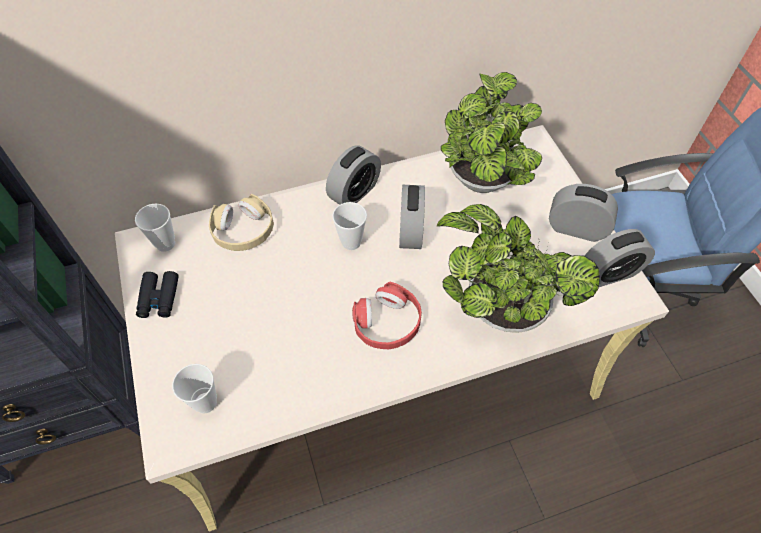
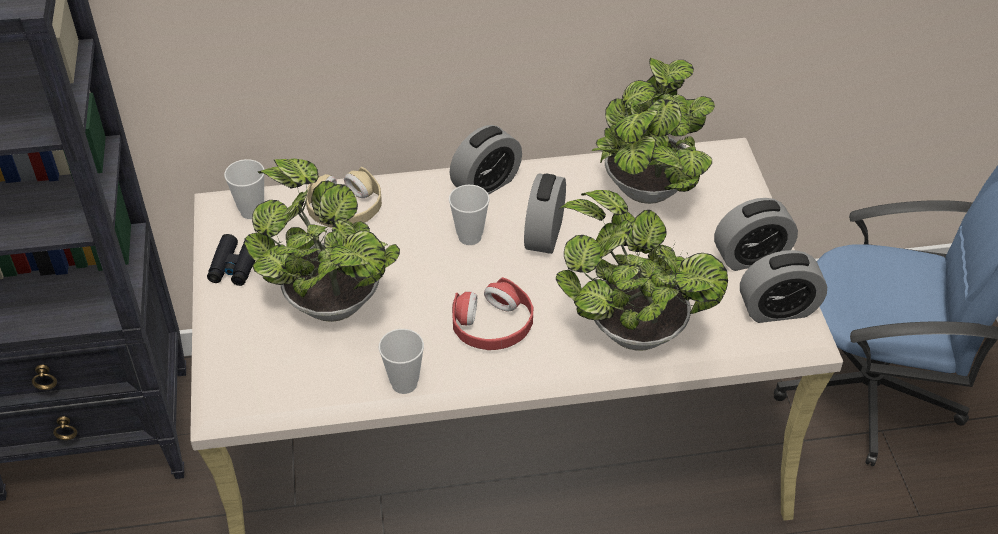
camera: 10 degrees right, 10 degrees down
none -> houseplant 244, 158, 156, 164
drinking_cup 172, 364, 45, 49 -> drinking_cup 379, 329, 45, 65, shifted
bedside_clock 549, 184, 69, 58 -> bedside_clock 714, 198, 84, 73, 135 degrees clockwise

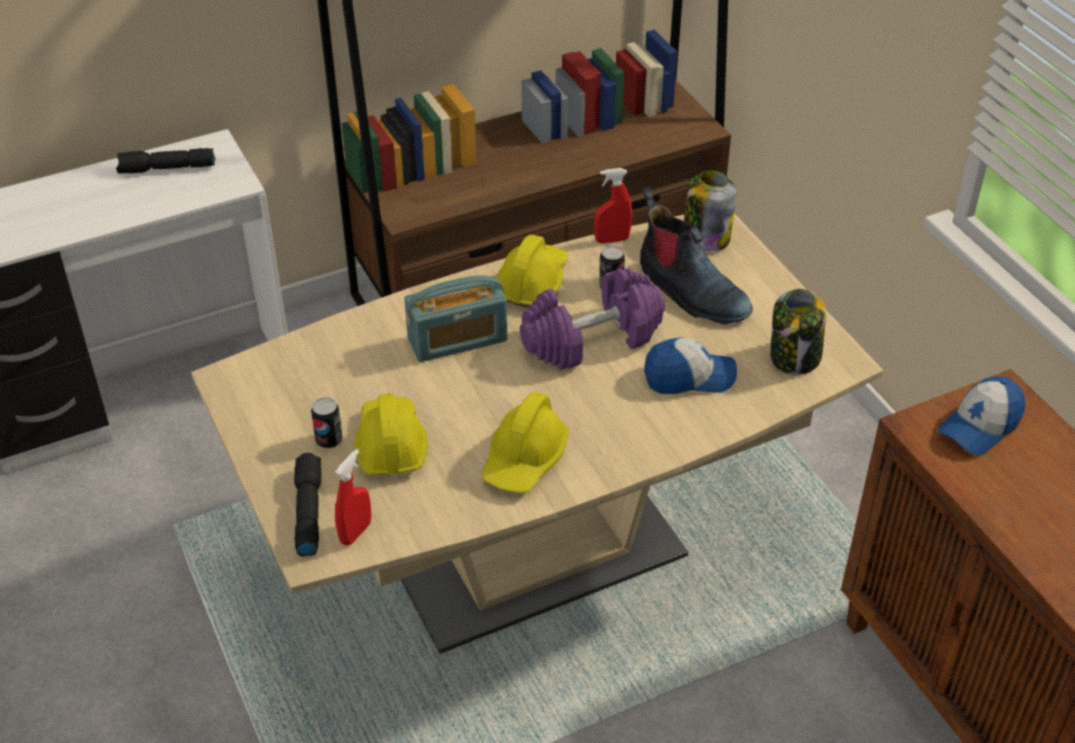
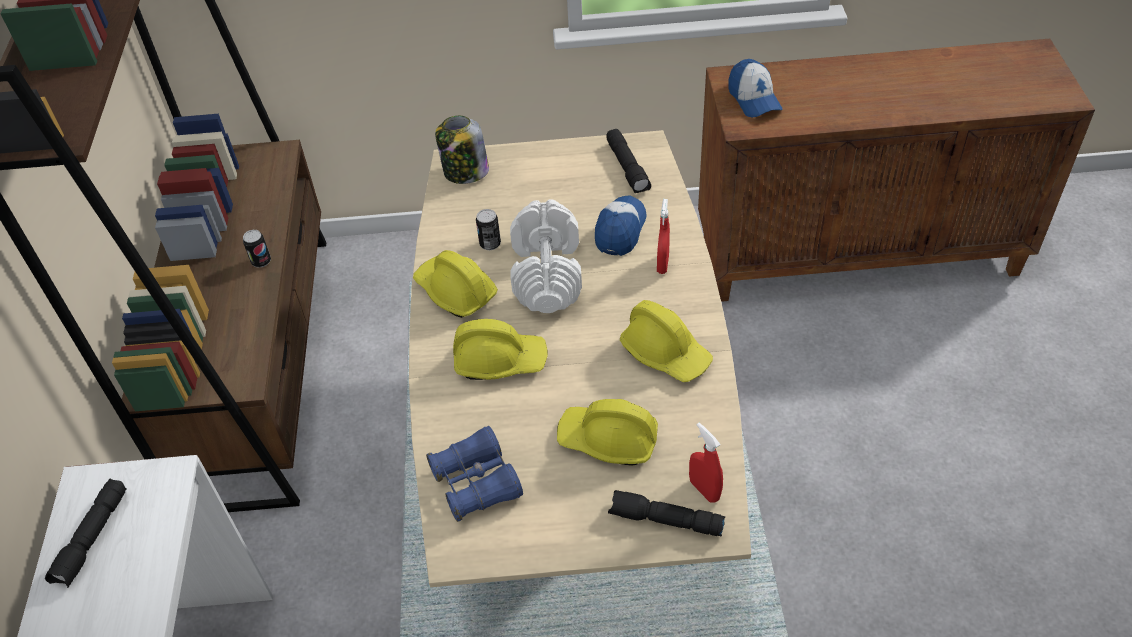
camera: 65 degrees left, 5 degrees up
metal_can 311, 397, 32, 52 -> metal_can 243, 230, 28, 38, shifted
none -> blue-coloured_pair_of_binoculars 426, 426, 97, 96
radio_set 404, 275, 103, 87 -> yellow-coloured_safety_helmet 453, 319, 95, 61
purplish_hand_weight 520, 268, 145, 102 -> whitish_hand_weight 510, 199, 72, 114
preserve_jar 771, 289, 55, 86 -> black_flashlight 606, 129, 45, 64
red-coloured_hand_sprayer 594, 168, 38, 76 -> red-coloured_hand_sprayer 657, 199, 13, 75, shifted
tall_boot 640, 187, 113, 138 -> none

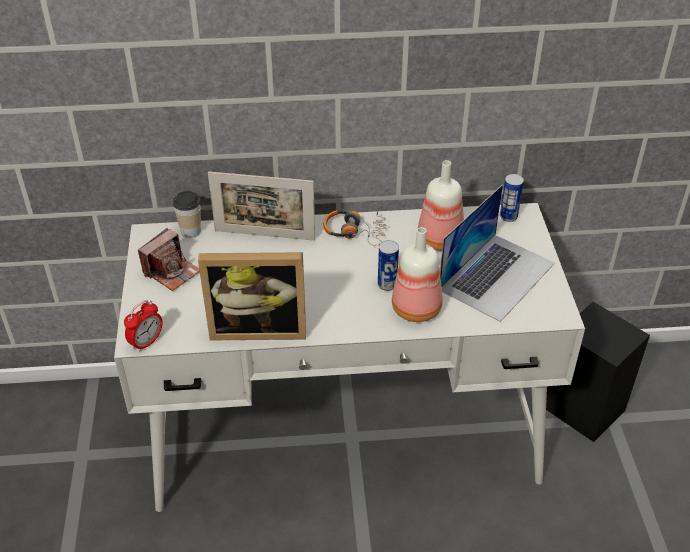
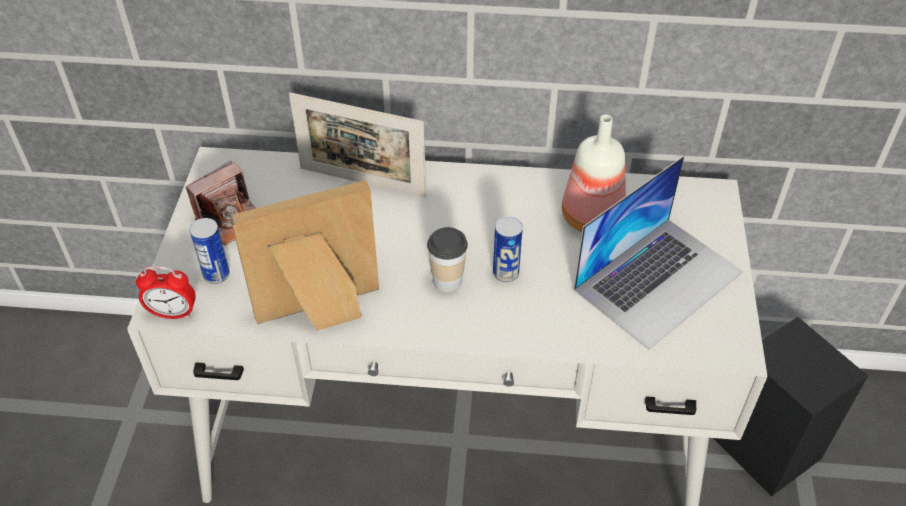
camera: 10 degrees right, 5 degrees up
bedside_clock 124, 300, 38, 52 -> bedside_clock 136, 266, 60, 53, 45 degrees clockwise
metal_can 500, 174, 24, 48 -> metal_can 190, 218, 40, 66, shifted
photo_frame 198, 252, 108, 88 -> photo_frame 230, 180, 149, 151, 150 degrees clockwise
drinking_cup 173, 191, 28, 47 -> drinking_cup 427, 227, 41, 65, shifted
headset 324, 210, 62, 36 -> none
beverage_bottle 392, 227, 50, 95 -> none

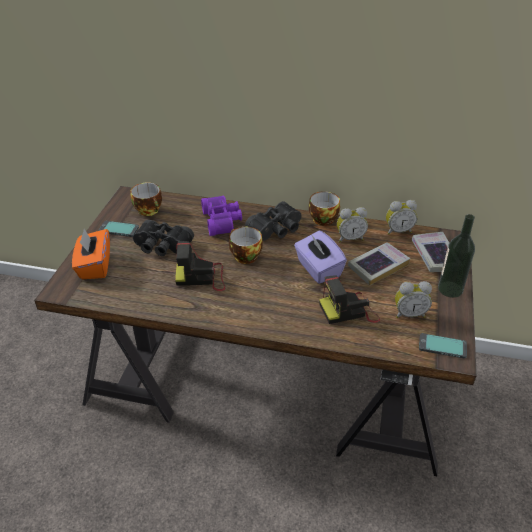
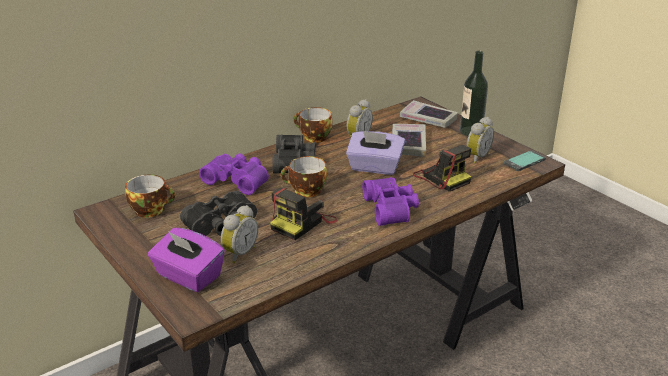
camera: 50 degrees left, 10 degrees down
orangey_box_of_tissues 72, 229, 38, 50 -> purplish_box_of_tissues 148, 228, 77, 64
bedside_clock 386, 200, 31, 35 -> bedside_clock 221, 205, 37, 59, shifted
none -> purplish_pair_of_binoculars 362, 177, 57, 49
still_camera 319, 275, 61, 49 -> still_camera 413, 145, 58, 47, 60 degrees counterclockwise
handset 98, 221, 41, 16 -> none

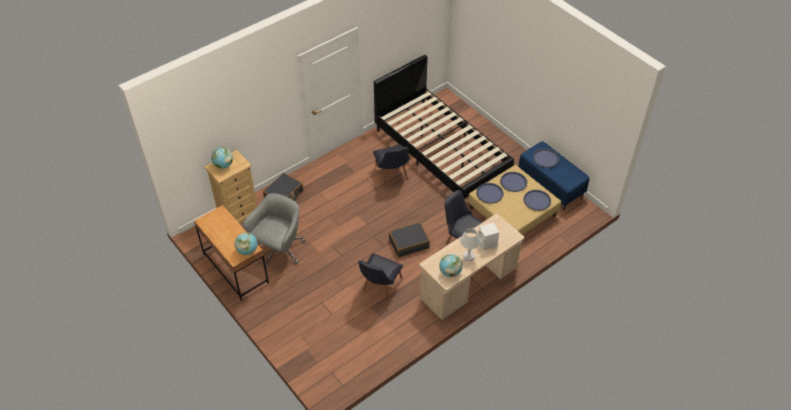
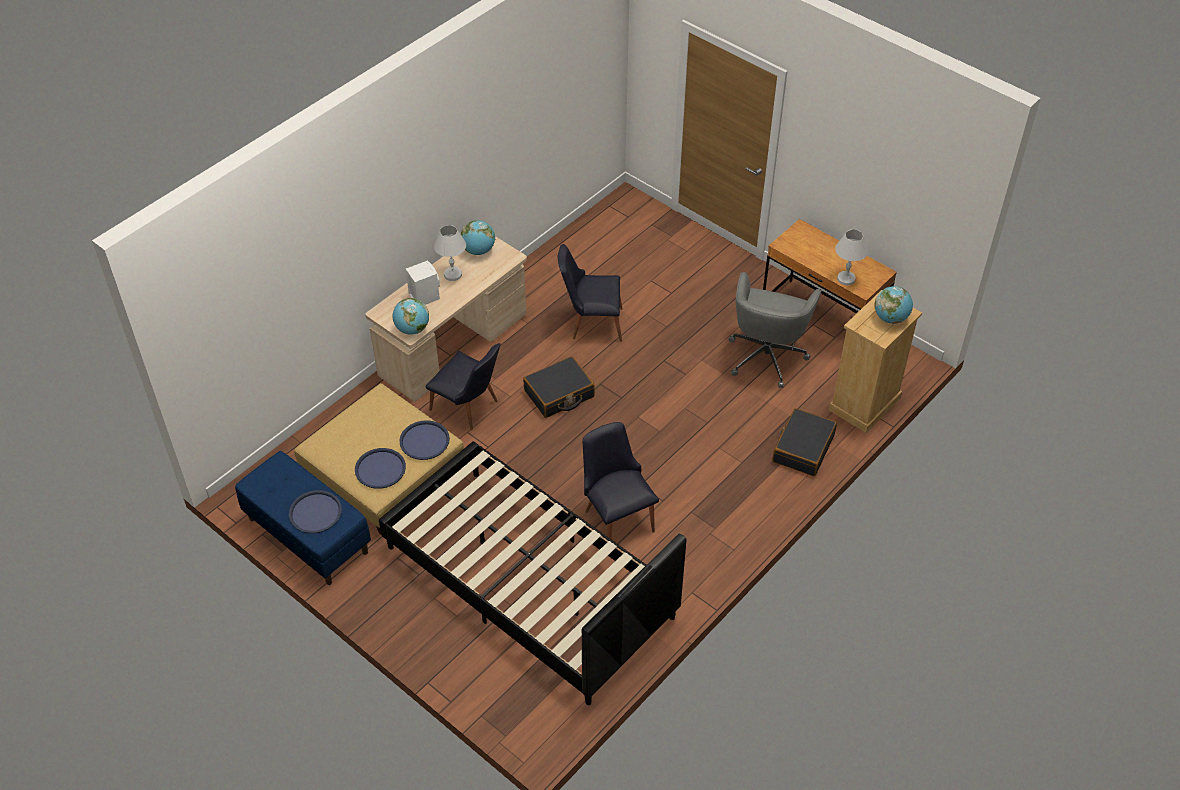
camera: 170 degrees right, 0 degrees up
world_globe 235, 232, 23, 23 -> world_globe 393, 298, 36, 37, shifted
black_chair 358, 253, 45, 48 -> black_chair 558, 244, 65, 98, 105 degrees counterclockwise
none -> whitish_lamp_for_a_table 835, 229, 33, 56
blue-coloured_serving_tray 523, 190, 28, 21 -> none

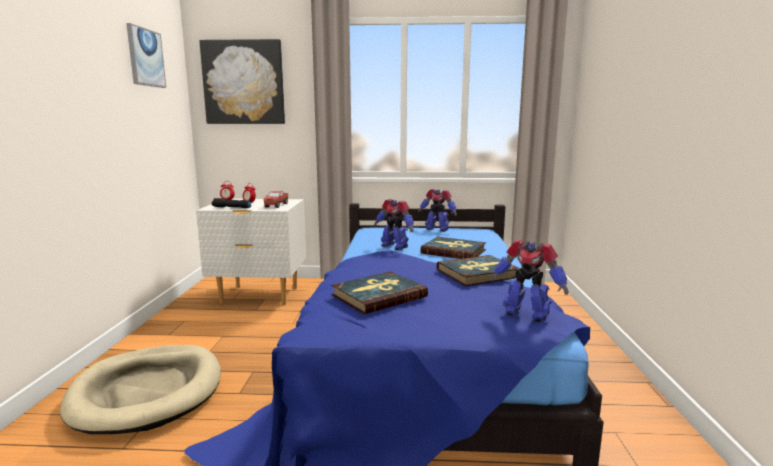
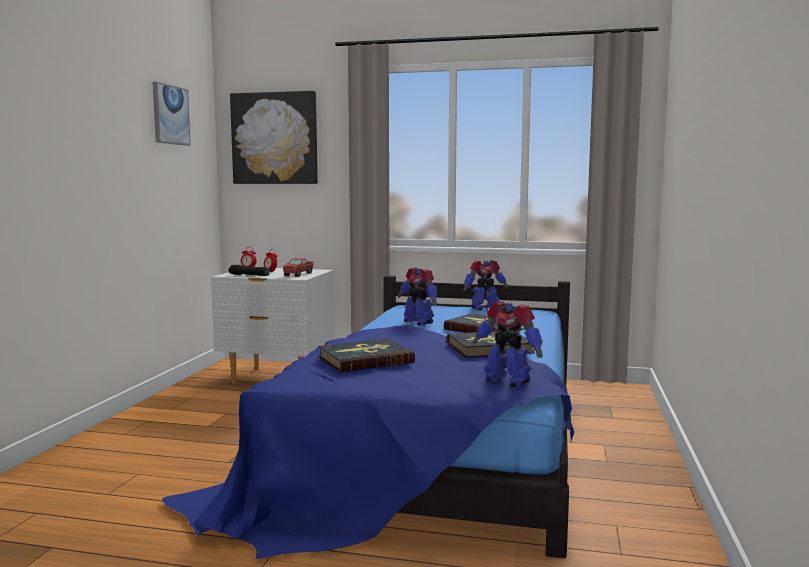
camera: 10 degrees right, 5 degrees down
model_robot 418, 189, 39, 43 -> model_robot 463, 260, 46, 51, 60 degrees counterclockwise
beige-coloured_dog_cushion 60, 345, 161, 89 -> none

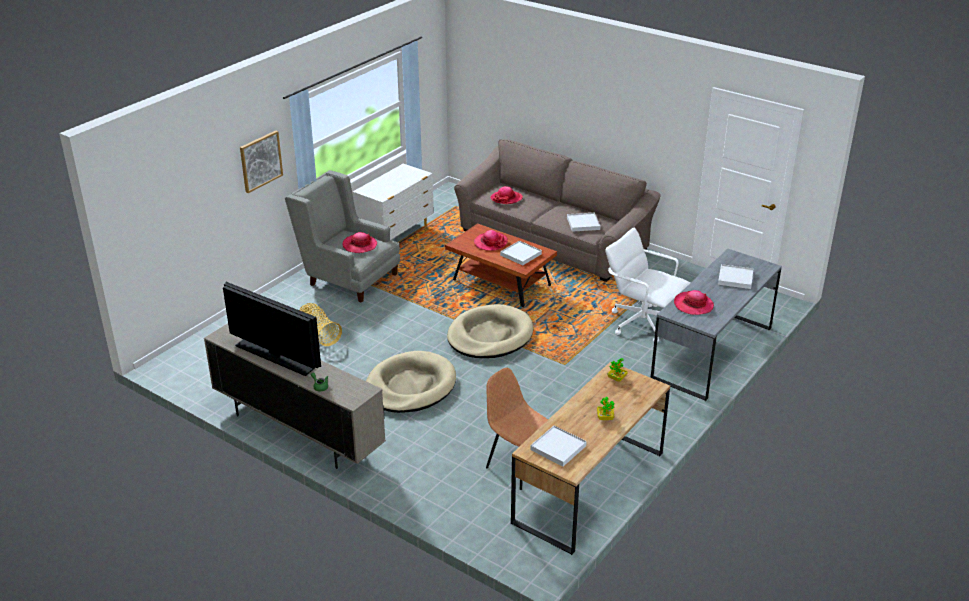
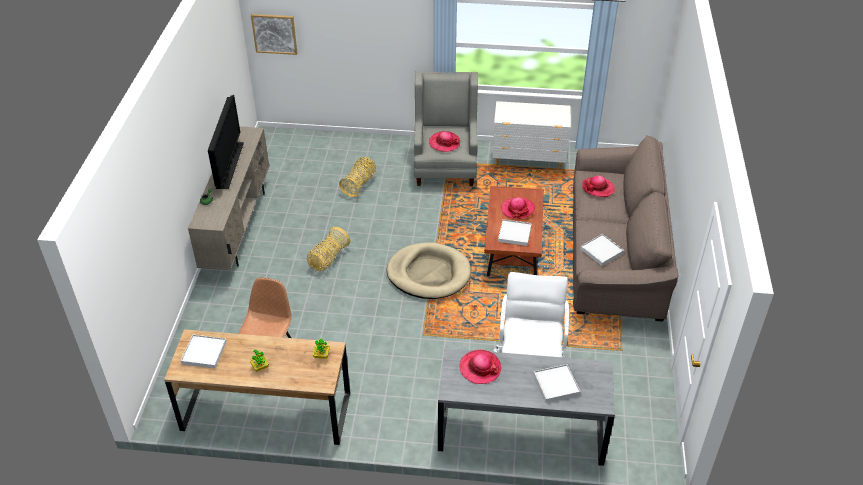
camera: 60 degrees right, 10 degrees up
wall_art 240, 131, 43, 62 -> wall_art 251, 14, 46, 41, shifted
beige-coloured_dog_cushion 366, 351, 90, 62 -> household_basket 307, 227, 43, 44

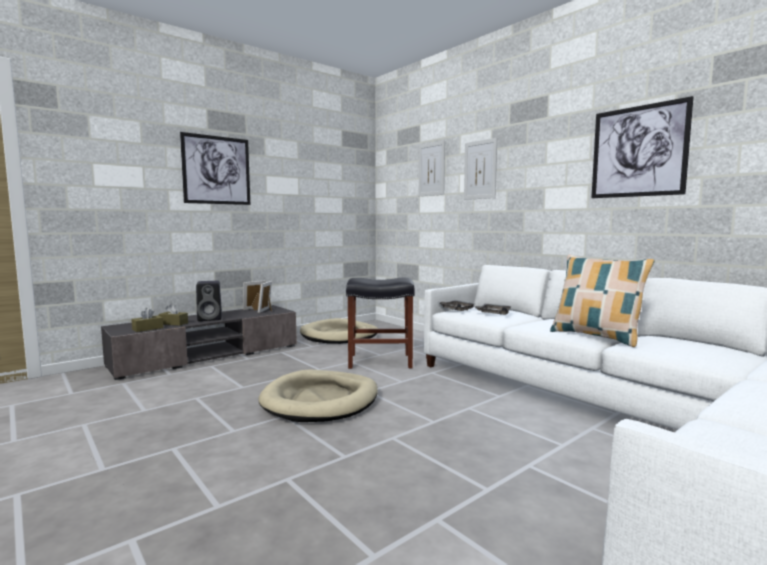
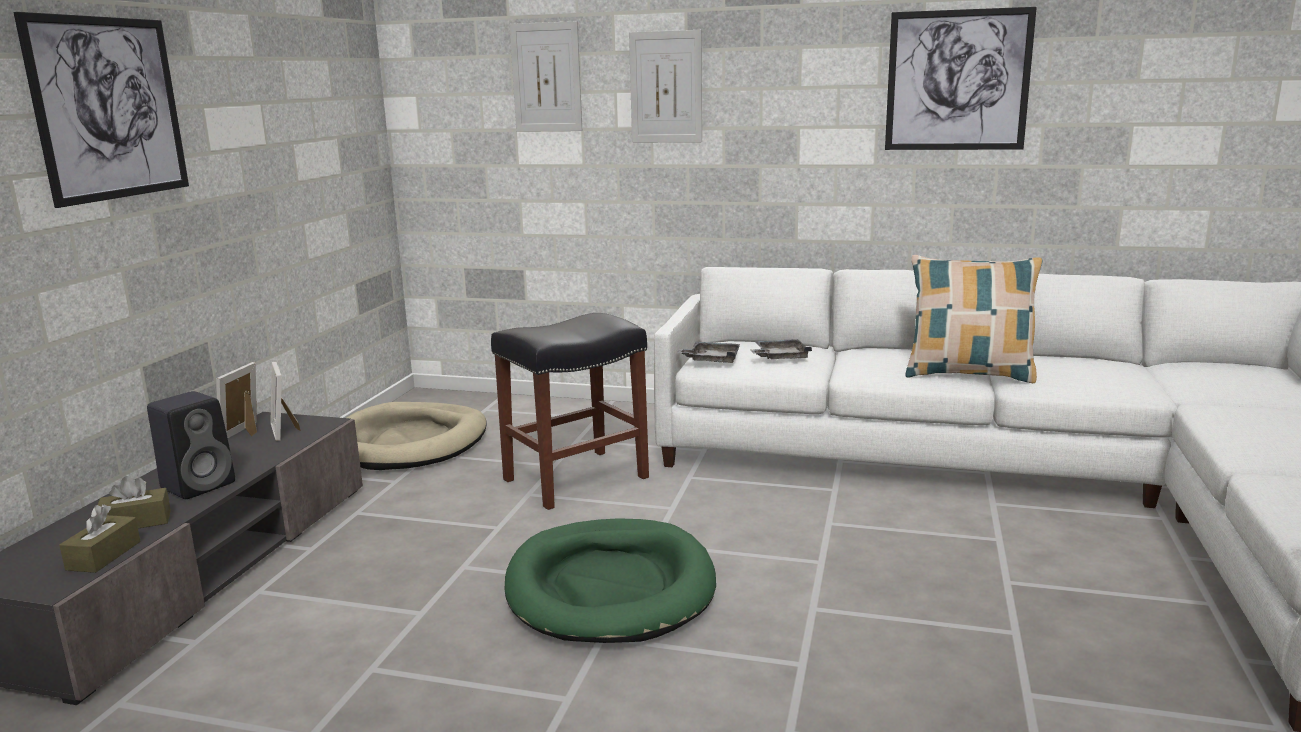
camera: 35 degrees left, 10 degrees up
beige-coloured_dog_cushion 258, 370, 120, 52 -> greenish_dog_cushion 505, 518, 211, 125

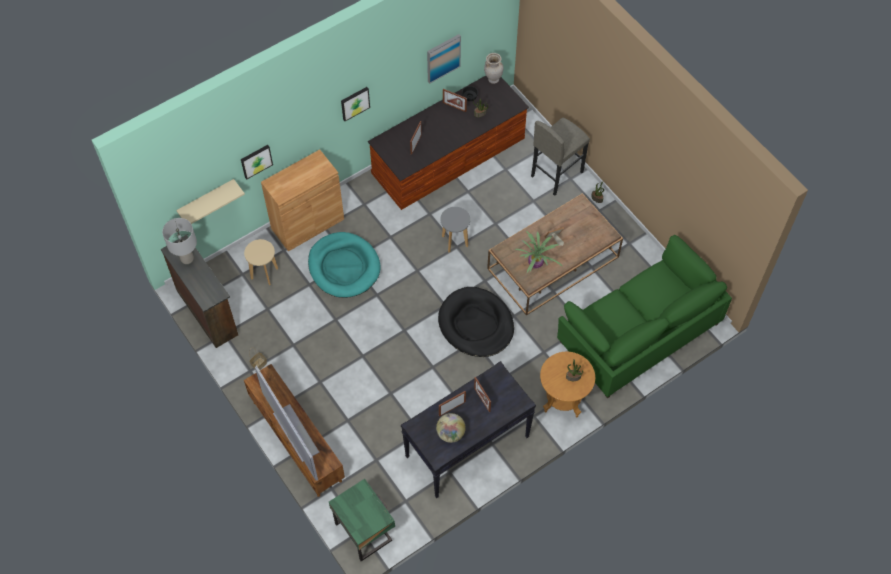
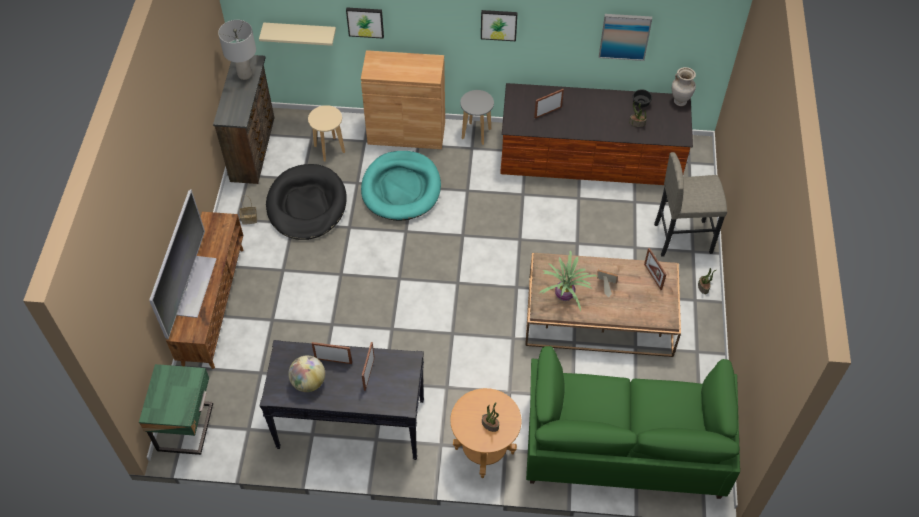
camera: 40 degrees right, 5 degrees down
black_dog_cushion 438, 287, 76, 70 -> black_dog_cushion 266, 164, 81, 76, shifted
gray_sitting_stool 440, 207, 30, 46 -> gray_sitting_stool 460, 90, 34, 55, shifted
photo_frame 443, 89, 24, 23 -> photo_frame 644, 248, 22, 42, shifted

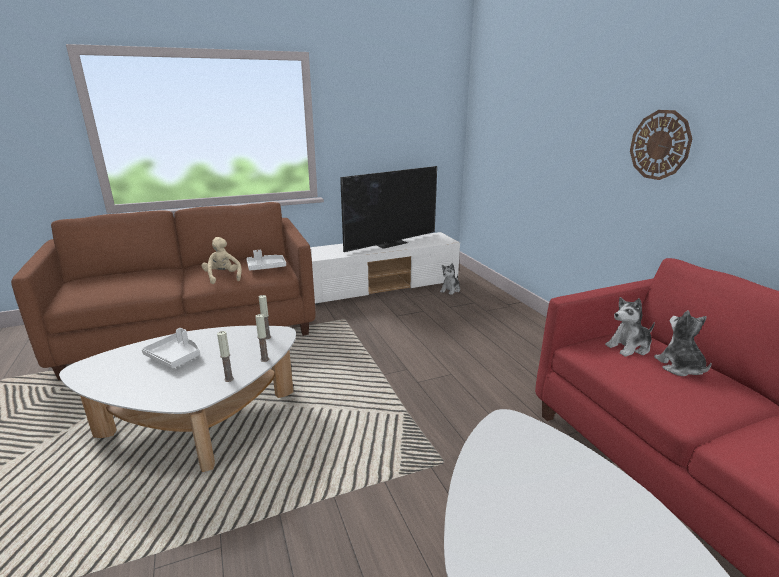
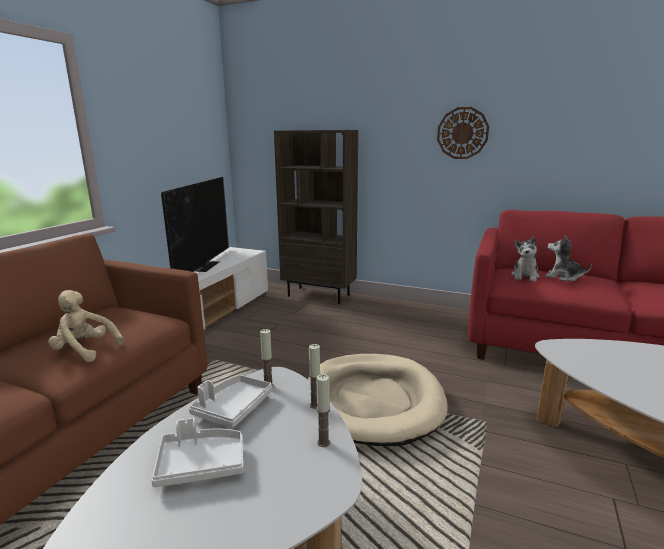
camera: 45 degrees left, 5 degrees down
whitish_serving_tray 247, 250, 39, 21 -> whitish_serving_tray 189, 375, 84, 53, shifted
none -> brown_shelving_unit 274, 130, 84, 174
none -> beige-coloured_dog_cushion 308, 354, 140, 92
plush_toy 440, 263, 20, 32 -> none

